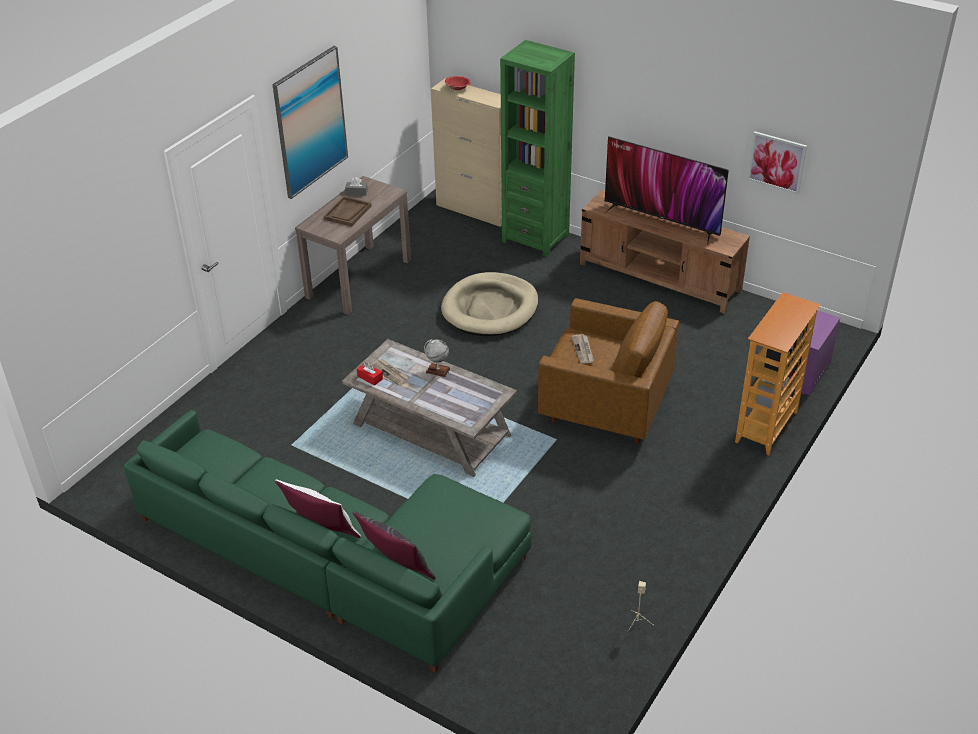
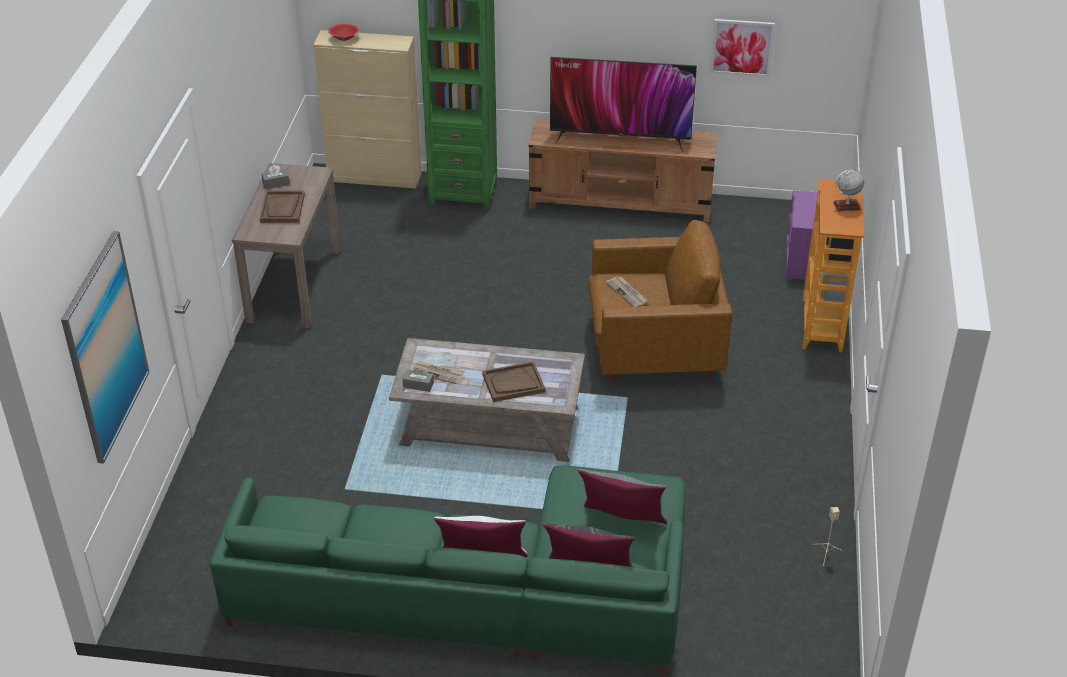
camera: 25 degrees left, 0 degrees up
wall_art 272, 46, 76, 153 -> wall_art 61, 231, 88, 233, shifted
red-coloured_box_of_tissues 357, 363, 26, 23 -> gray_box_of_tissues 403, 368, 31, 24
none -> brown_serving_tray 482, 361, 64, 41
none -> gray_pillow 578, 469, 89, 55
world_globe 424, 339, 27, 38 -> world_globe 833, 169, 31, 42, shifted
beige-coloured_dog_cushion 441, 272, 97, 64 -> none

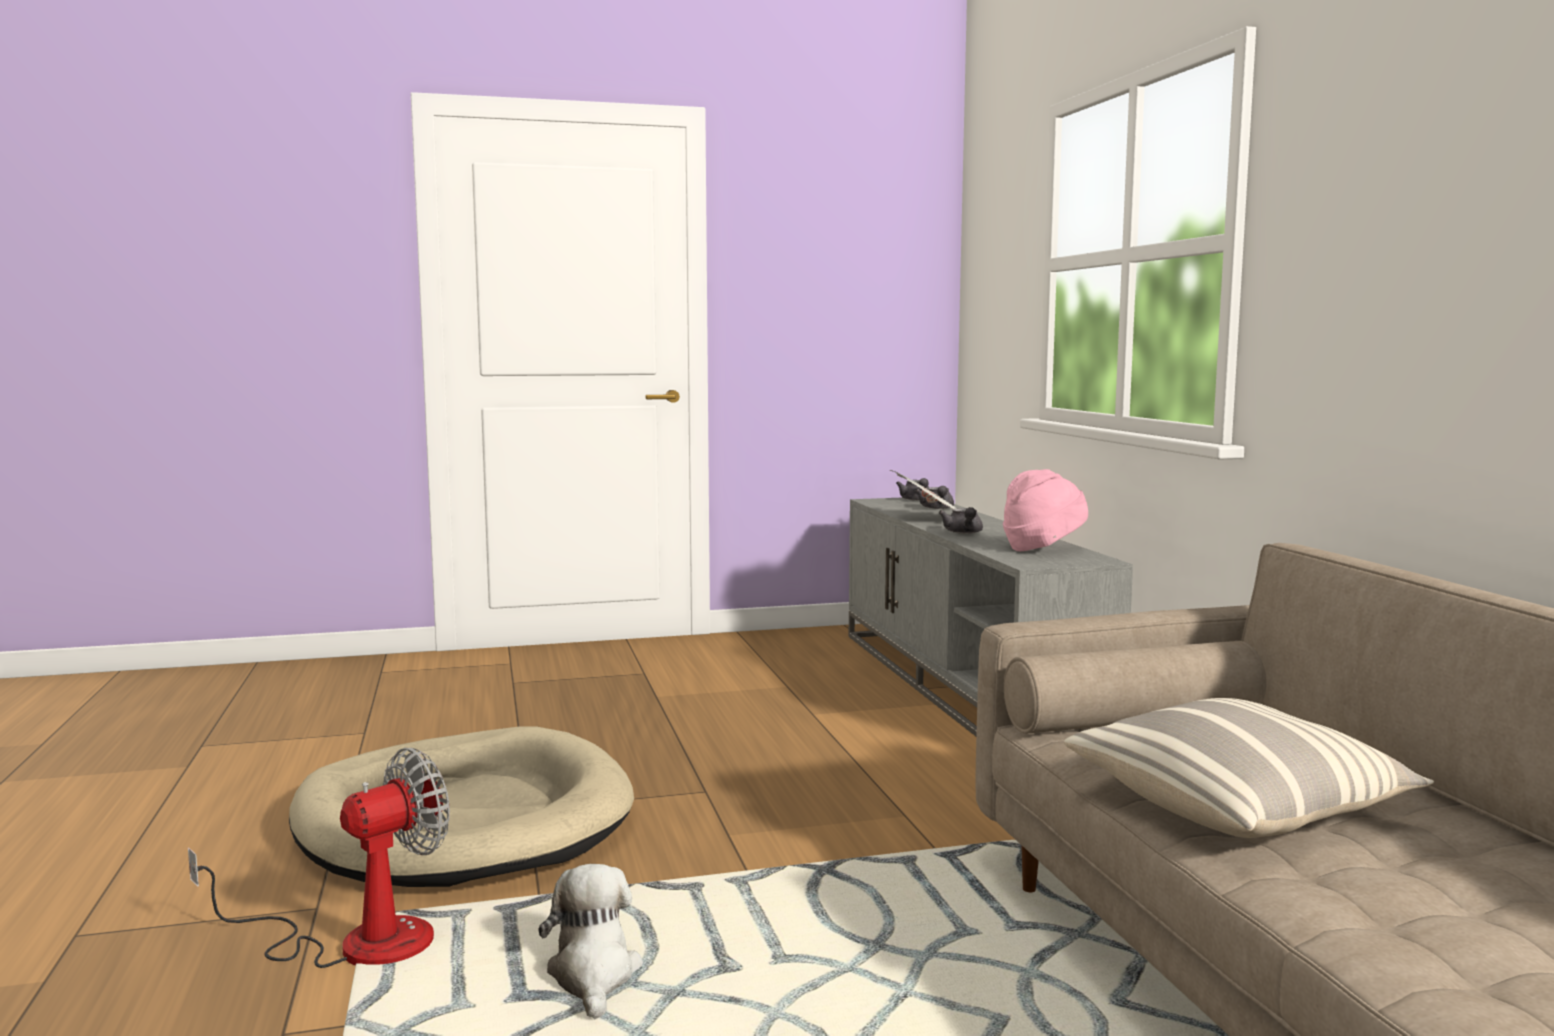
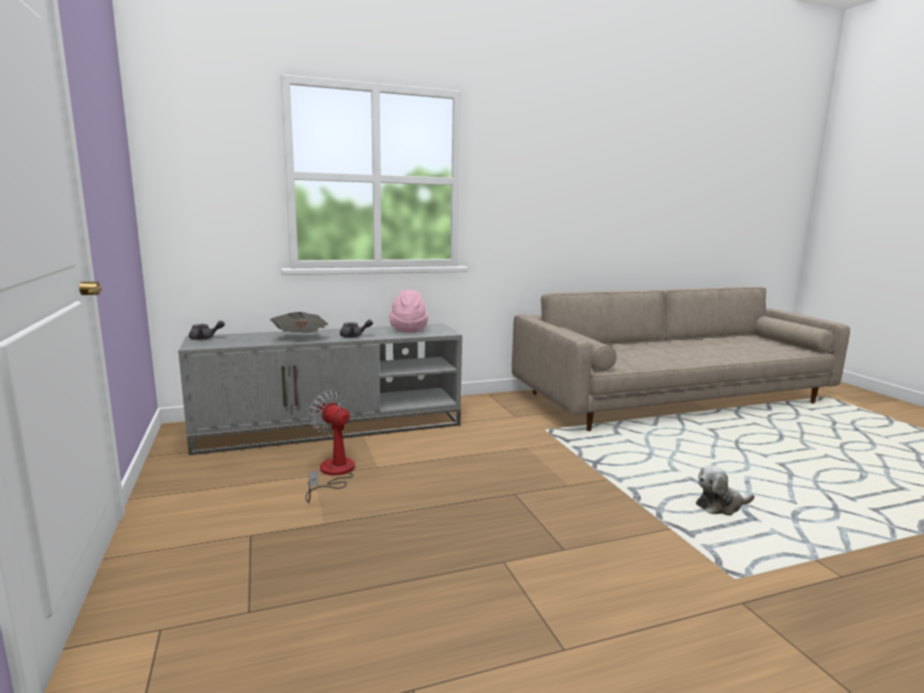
camera: 95 degrees left, 5 degrees up
electric_fan 188, 748, 262, 220 -> electric_fan 305, 390, 50, 113, shifted
beige-coloured_dog_cushion 289, 726, 345, 161 -> none
gray_teapot 915, 486, 39, 23 -> none
pillow 1064, 698, 370, 140 -> none

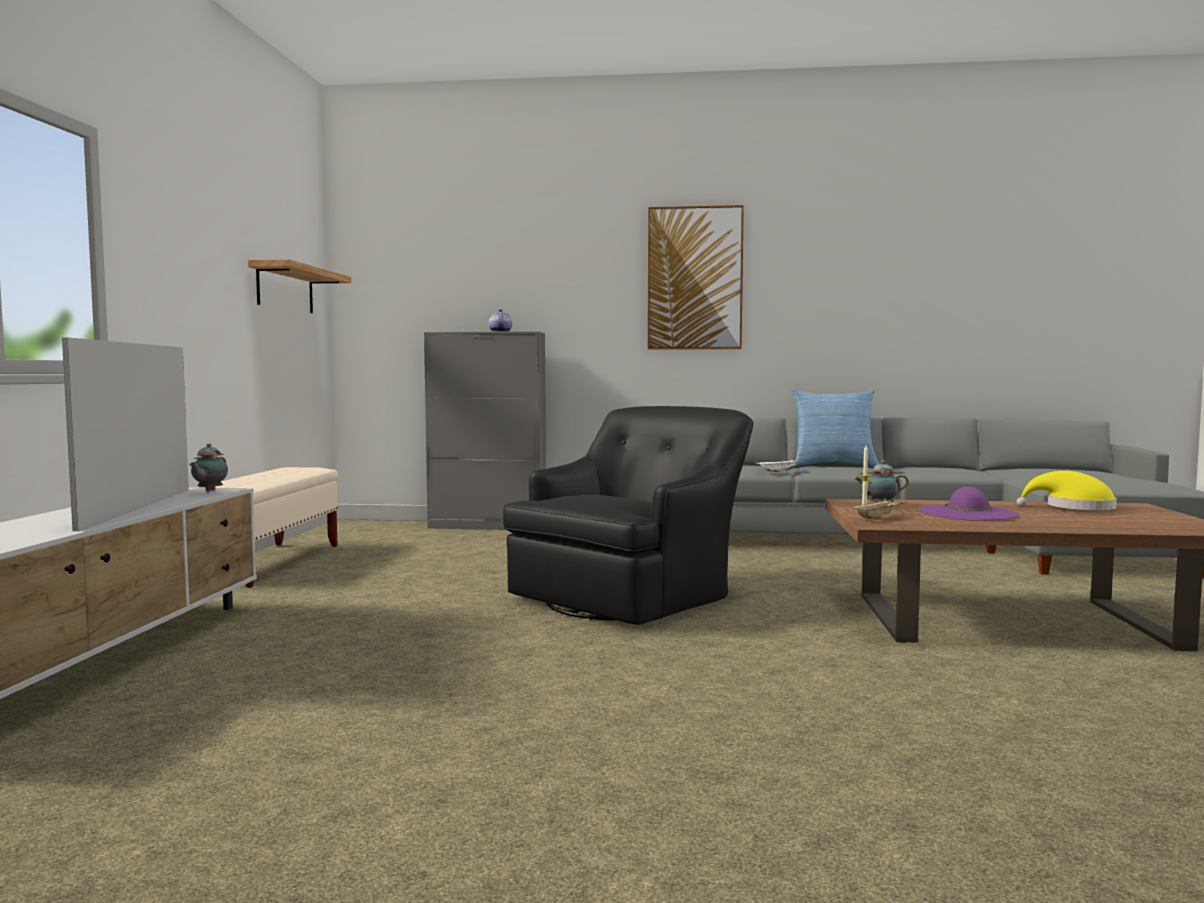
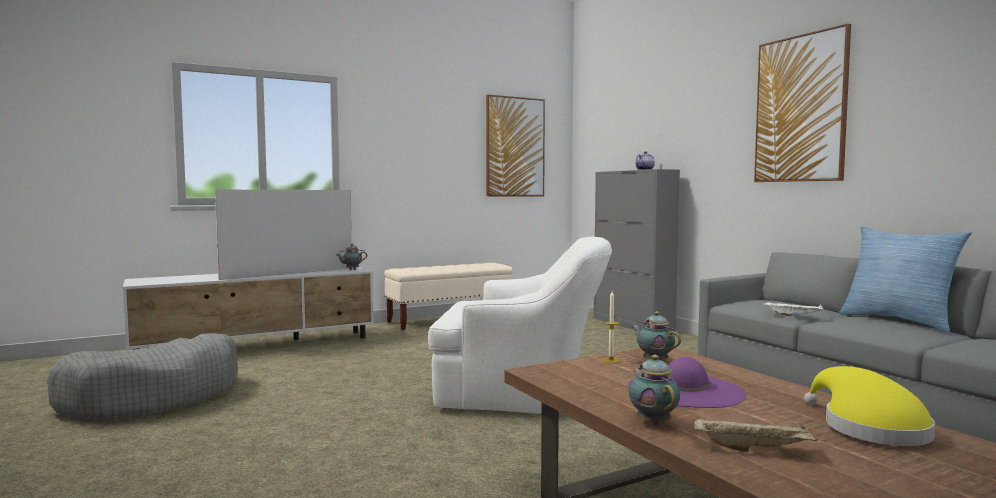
camera: 55 degrees right, 0 degrees up
none -> gray_dog_cushion 47, 333, 191, 88
black_lounge_chair 503, 406, 251, 219 -> whitish_lounge_chair 428, 237, 184, 177
wall_shelf 248, 259, 104, 54 -> wall_art 486, 95, 59, 102
none -> teapot 629, 355, 51, 71
beige-coloured_serving_tray 850, 498, 57, 22 -> beige-coloured_serving_tray 694, 417, 123, 35, shifted

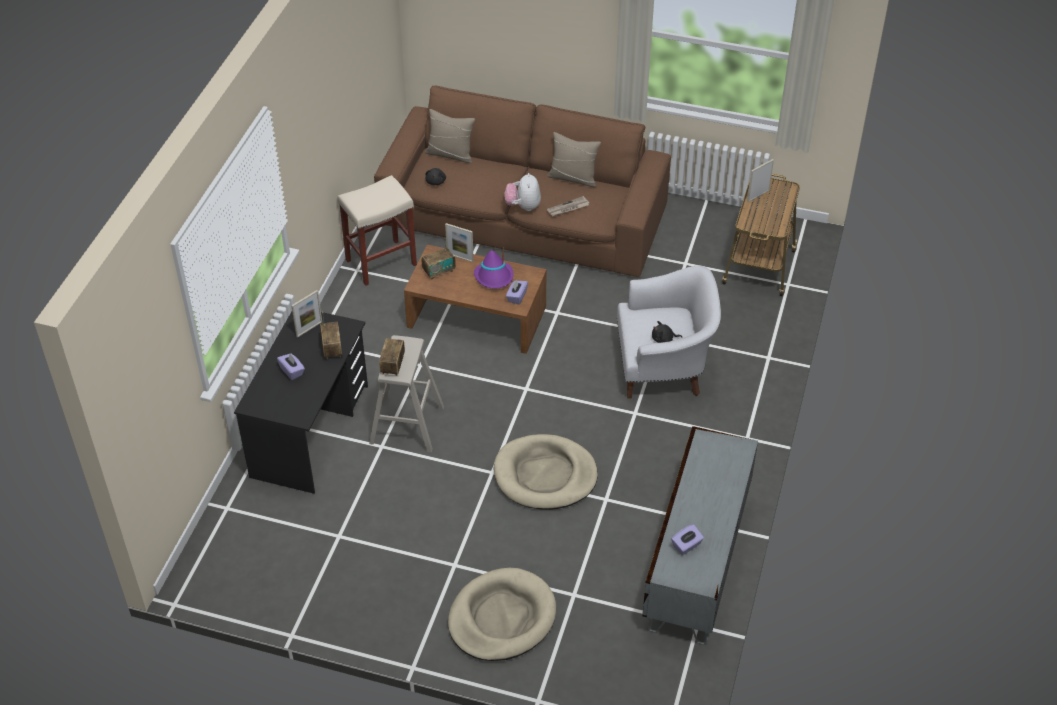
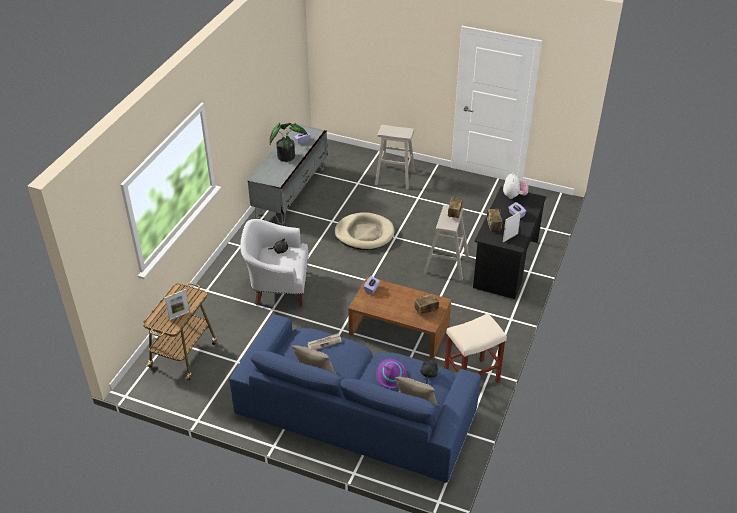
camera: 175 degrees left, 5 degrees down
brown_sofa 374, 85, 297, 192 -> blue-coloured_sofa 229, 315, 252, 168
none -> houseplant 270, 123, 38, 39
beige-coloured_dog_cushion 448, 568, 108, 93 -> beige-coloured_sitting_stool 375, 125, 40, 64
purplish_wearable_hat 474, 248, 39, 41 -> purplish_wearable_hat 376, 359, 31, 29, shifted
plush_toy 505, 173, 36, 38 -> plush_toy 503, 173, 25, 26, shifted
photo_frame 445, 223, 29, 39 -> none

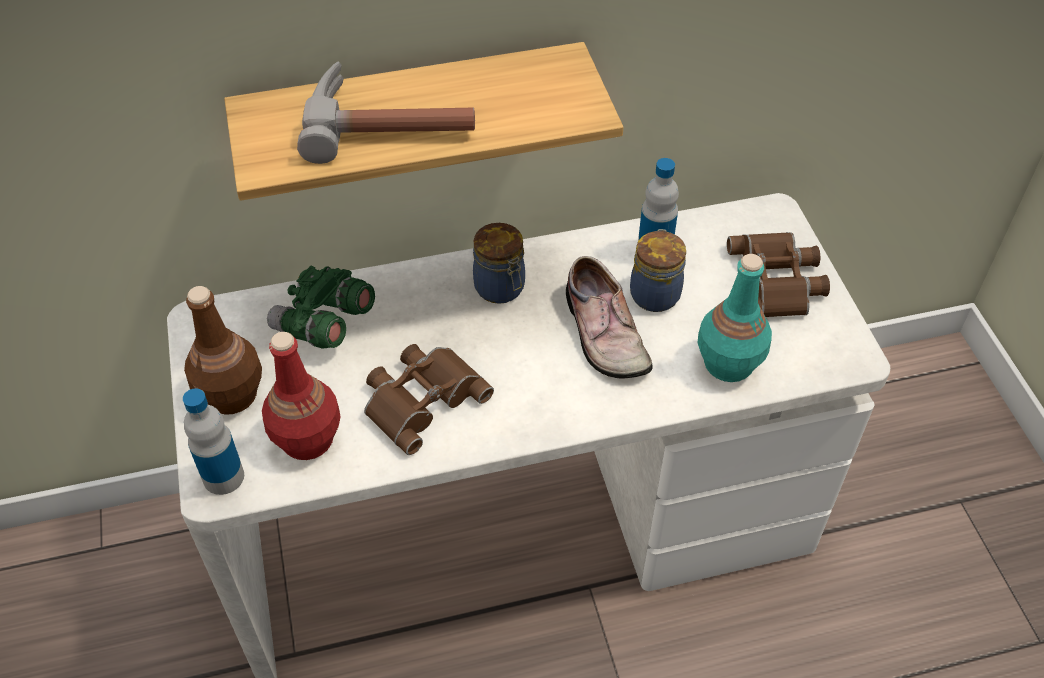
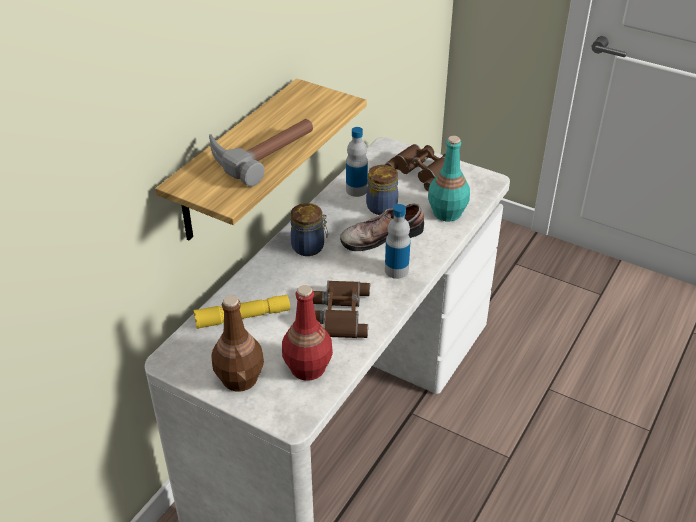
camera: 45 degrees left, 10 degrees down
greenish_pair_of_binoculars 267, 266, 108, 83 -> yellow-coloured_flashlight 194, 295, 96, 34
item_of_footwear 566, 256, 87, 122 -> item_of_footwear 340, 204, 84, 47, 135 degrees clockwise
beverage_bottle 183, 388, 61, 107 -> beverage_bottle 385, 204, 25, 75, shifted

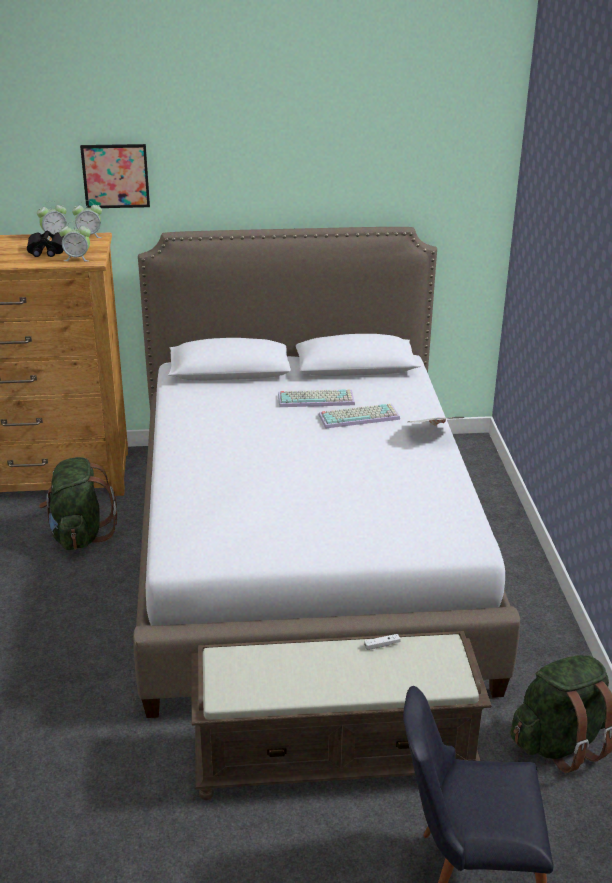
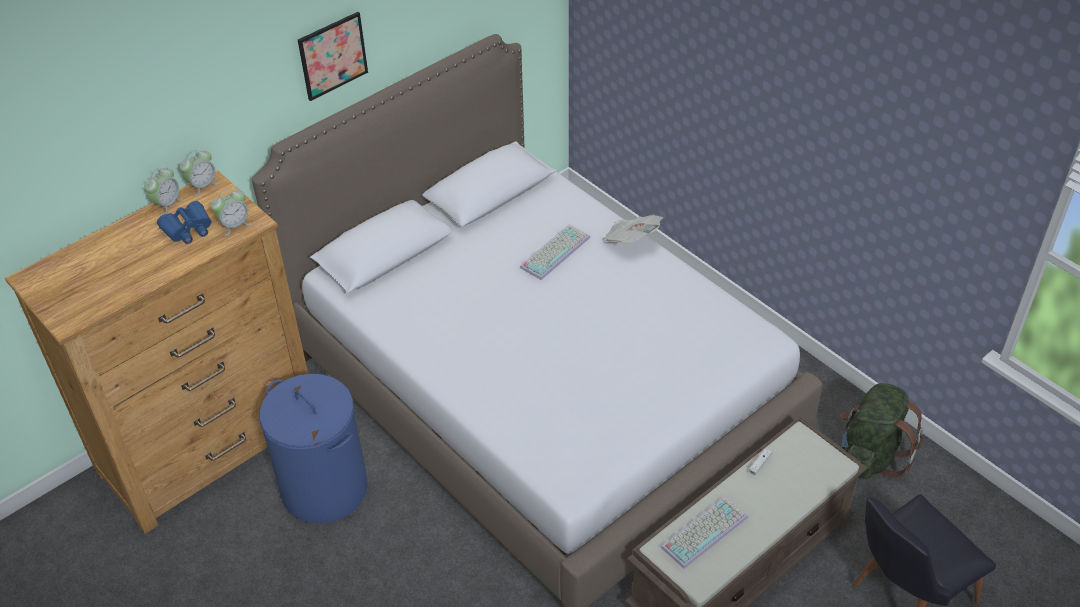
camera: 35 degrees left, 15 degrees up
black_pair_of_binoculars 27, 231, 38, 26 -> blue-coloured_pair_of_binoculars 157, 201, 54, 43
greenish_knapsack 39, 457, 78, 93 -> blue-coloured_laundry_basket 259, 374, 109, 150
wall_art 80, 144, 70, 64 -> wall_art 298, 12, 70, 89, shifted
PC_keyboard 278, 389, 77, 18 -> PC_keyboard 661, 496, 87, 73, shifted

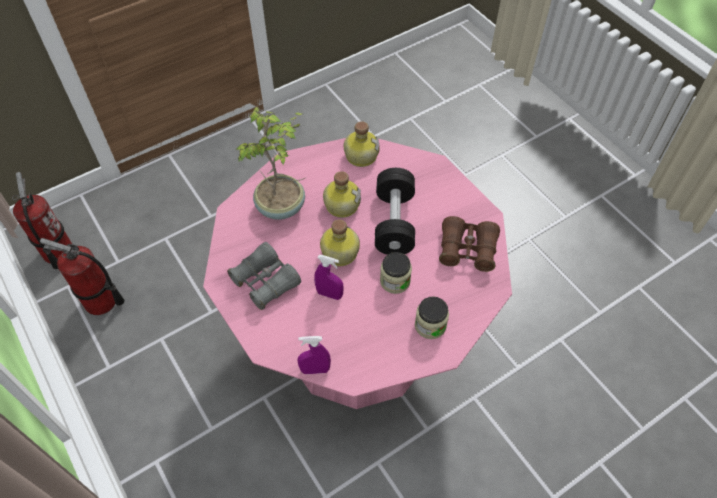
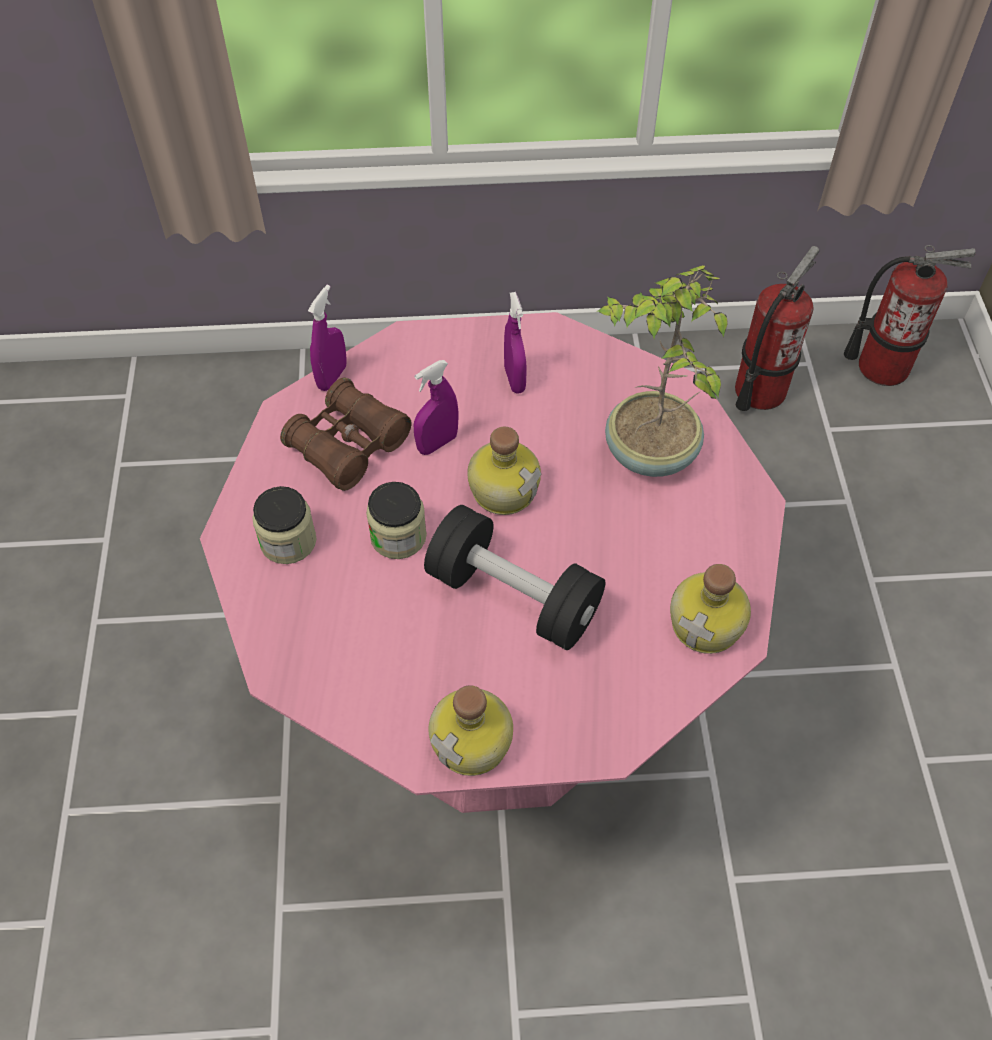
camera: 120 degrees right, 0 degrees up
brown_pair_of_binoculars 439, 216, 61, 56 -> brown_pair_of_binoculars 280, 377, 132, 114, shifted
beverage_bottle 323, 171, 38, 47 -> beverage_bottle 429, 685, 84, 91, shifted
gray_pair_of_binoculars 227, 242, 74, 68 -> purplish_hand_sprayer 504, 292, 23, 101

